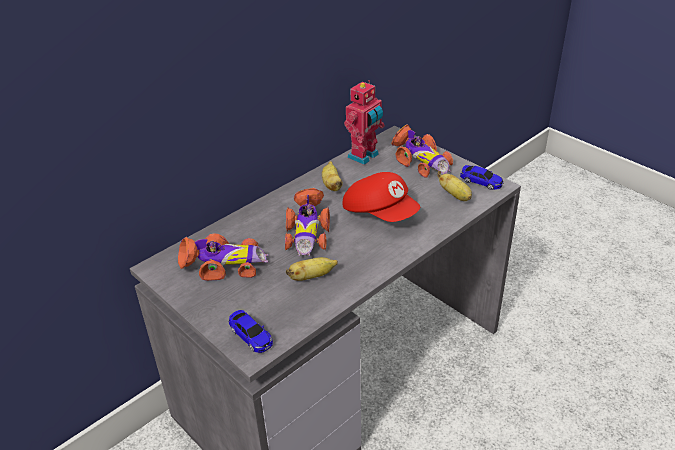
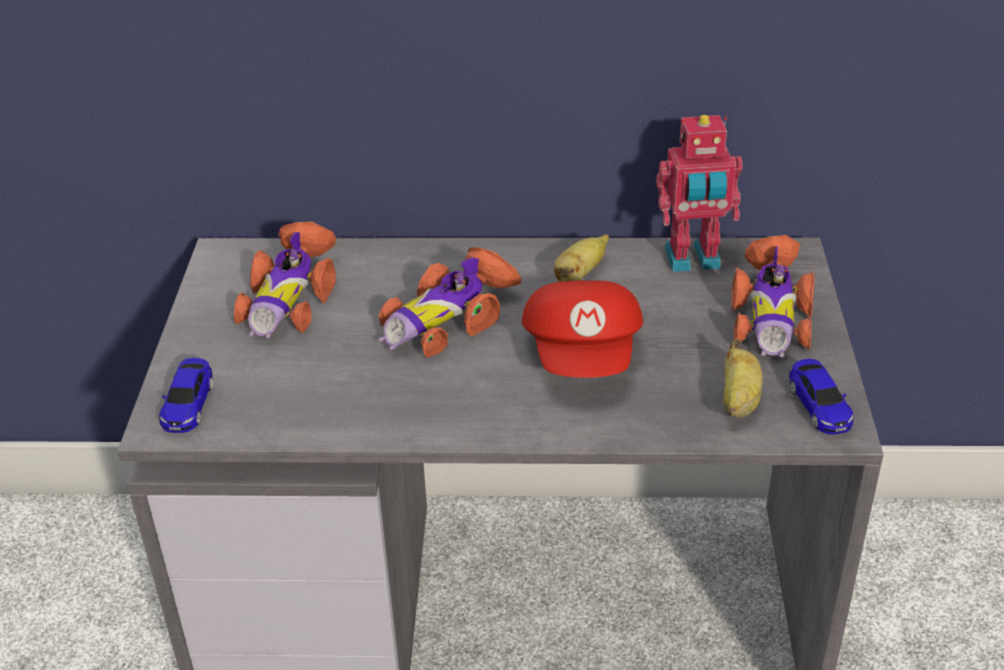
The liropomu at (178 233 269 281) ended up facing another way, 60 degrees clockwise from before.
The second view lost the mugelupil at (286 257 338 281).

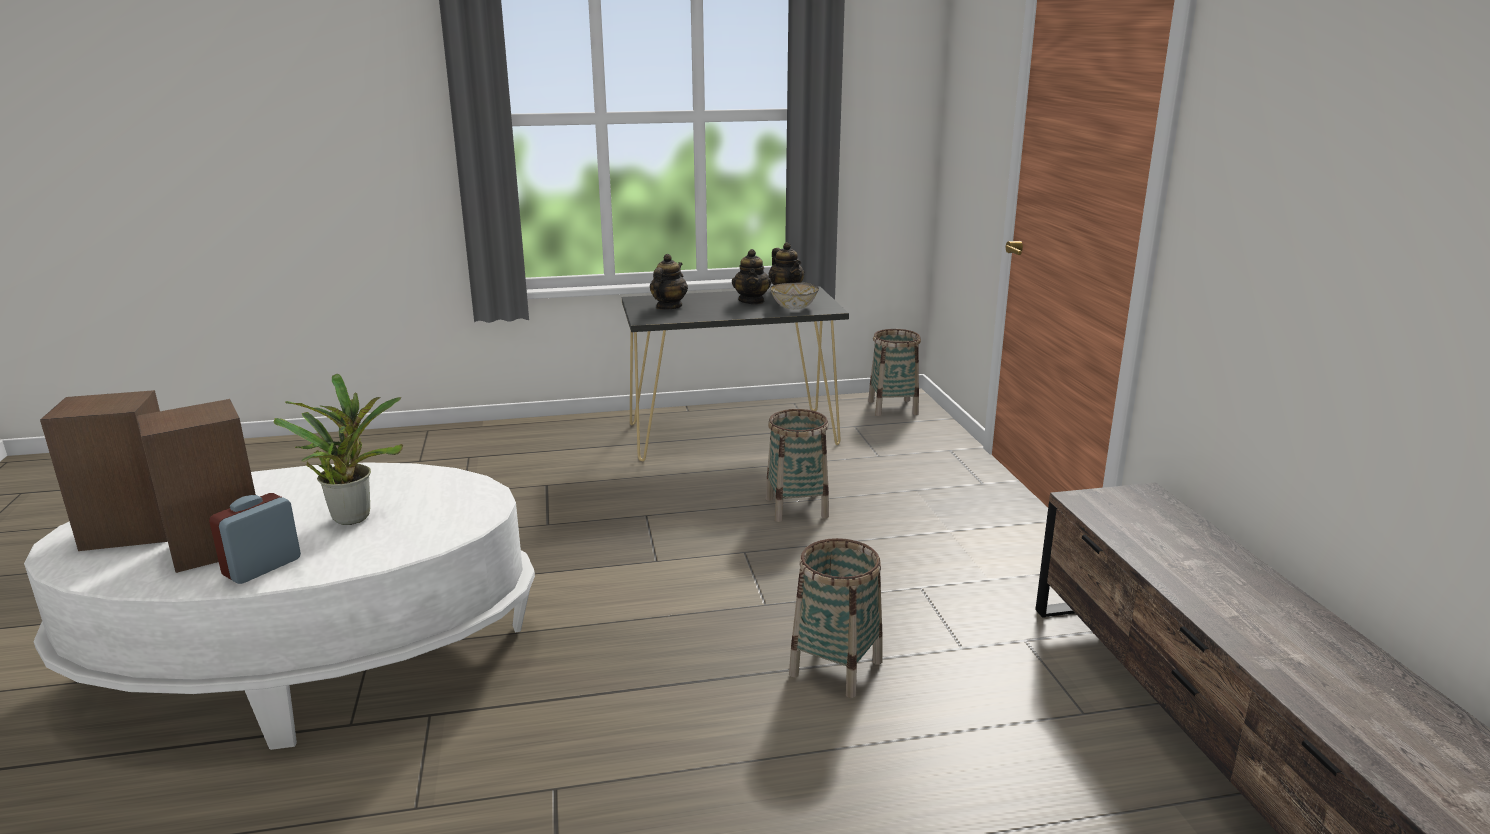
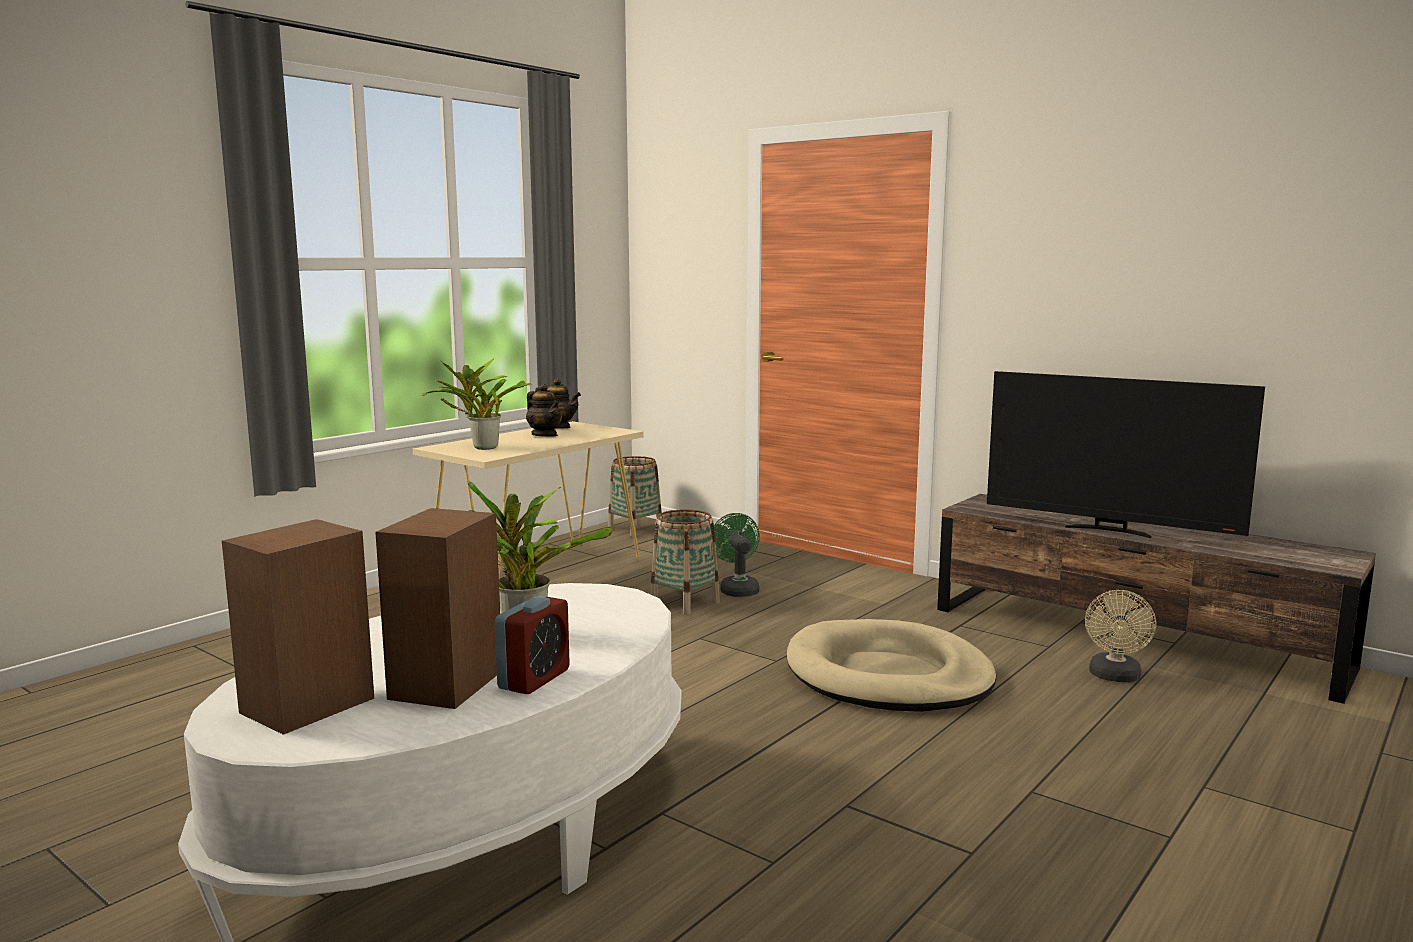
The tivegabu at (209 493 301 584) ended up facing another way, 150 degrees counterclockwise from before.
What was the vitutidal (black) at (622 286 849 461) turned into the vitutidal (beige) at (413 421 644 577).
Where the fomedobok stood at (650 254 688 310), the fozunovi came to stand at (422 359 531 450).
The second view lost the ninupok at (770 283 819 309).
Where the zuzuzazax stood at (789 538 883 698), the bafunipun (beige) came to stand at (787 619 997 712).
The second view gained the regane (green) at (714 513 760 597).
The second view gained the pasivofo at (987 371 1265 538).
The second view gained the regane (beige) at (1085 590 1156 682).

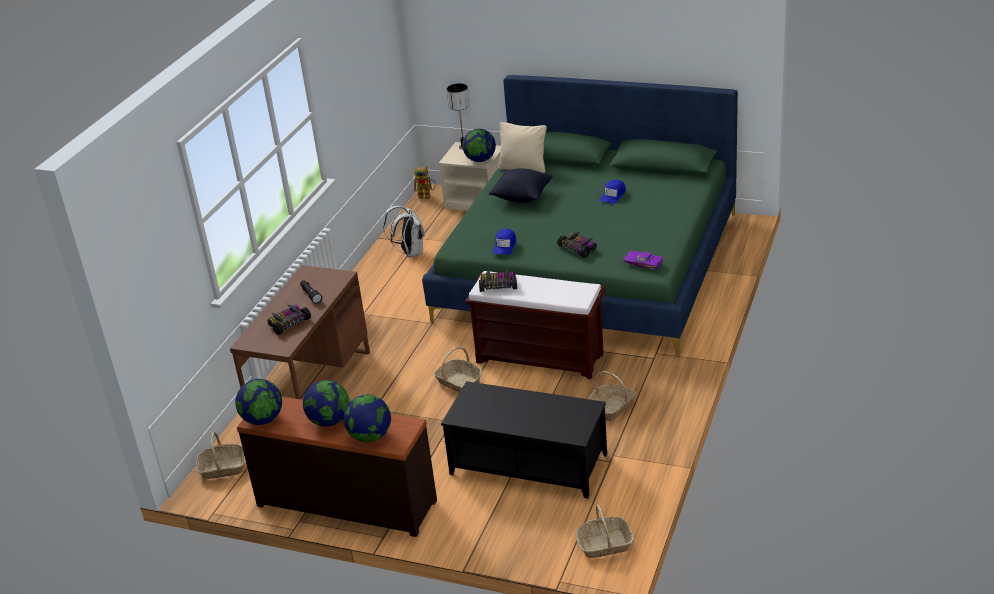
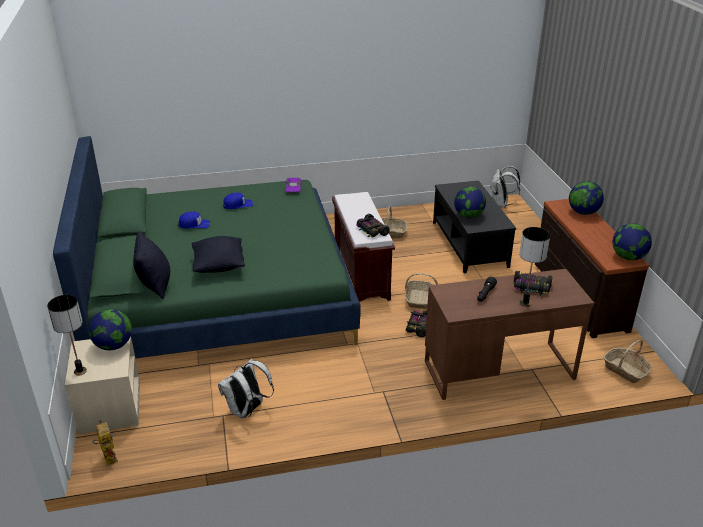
The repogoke ended up elsewhere, having gone from (303 380 350 427) to (454 186 486 218).
The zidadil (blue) ended up elsewhere, having gone from (493 229 516 255) to (223 192 253 209).
What was the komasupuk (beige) at (498 122 547 173) turned into the komasupuk (black) at (133 231 170 299).
The liropomu ended up elsewhere, having gone from (557 232 597 258) to (405 311 427 337).
Where the zuzuzazax stood at (575 505 634 558), the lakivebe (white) came to stand at (491 166 520 208).
The second view gained the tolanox at (519 227 550 307).

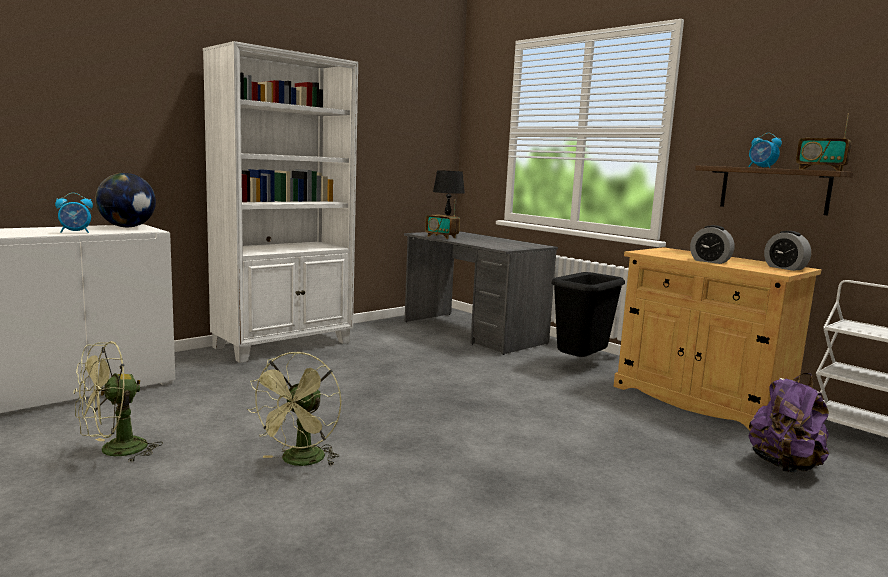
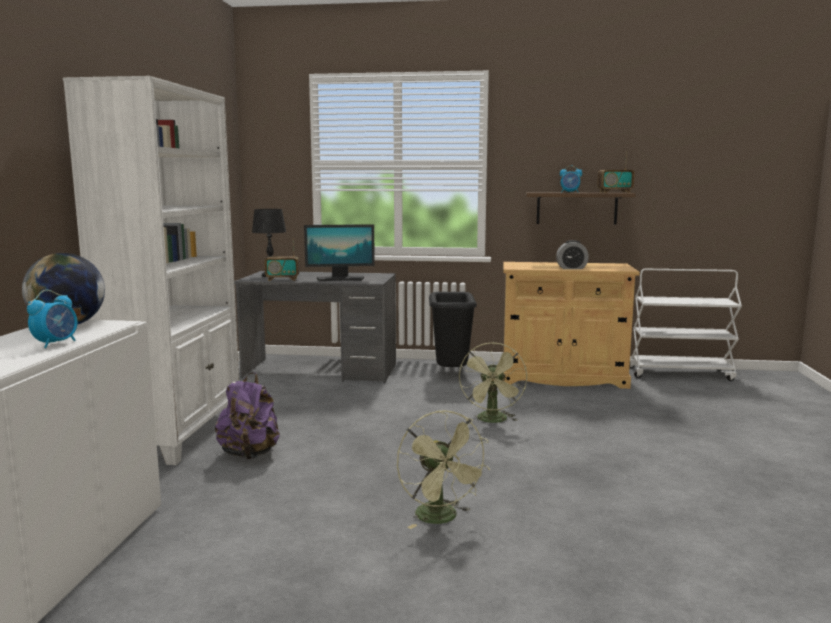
The regane (green) ended up elsewhere, having gone from (74 341 163 463) to (459 342 527 423).
The lakivebe (purple) ended up elsewhere, having gone from (748 373 829 473) to (215 372 280 460).
The second view lost the tivegabu at (764 231 811 271).
The second view gained the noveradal at (304 224 375 281).

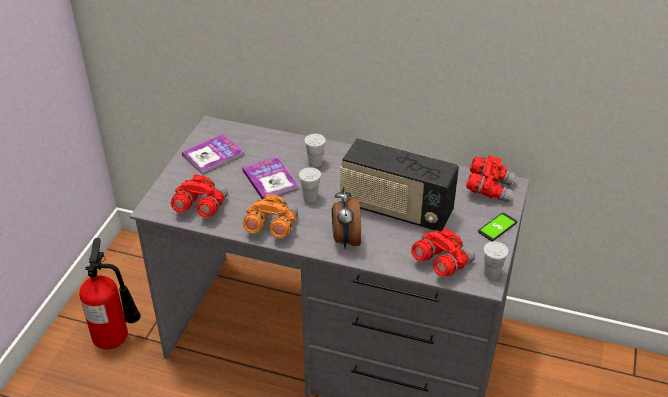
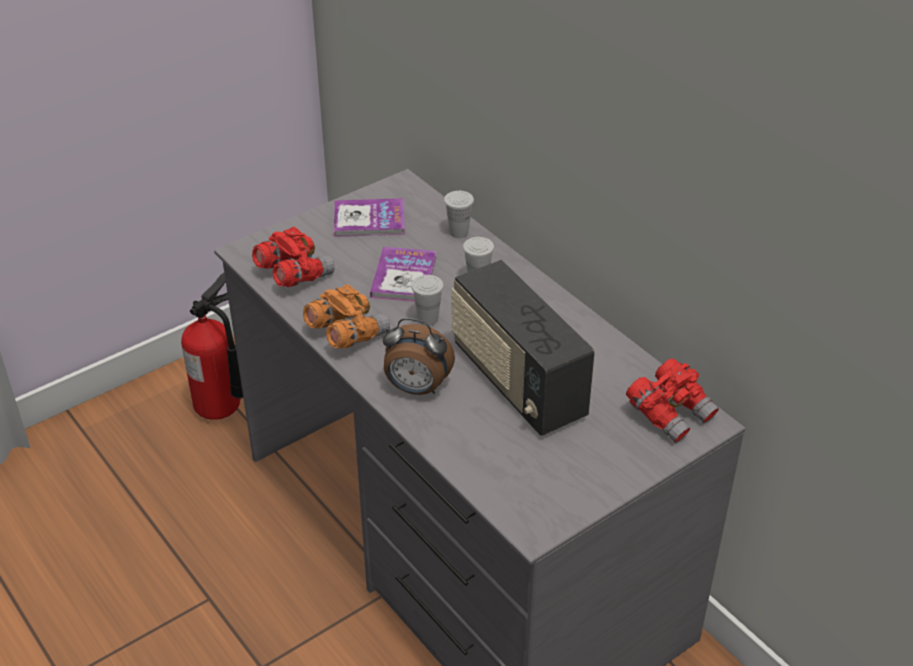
The tivegabu at (332 187 361 249) ended up facing another way, 105 degrees counterclockwise from before.
The second view lost the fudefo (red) at (411 228 475 277).
The second view lost the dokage at (478 213 517 241).
The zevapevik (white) ended up elsewhere, having gone from (483 242 509 280) to (444 191 474 238).

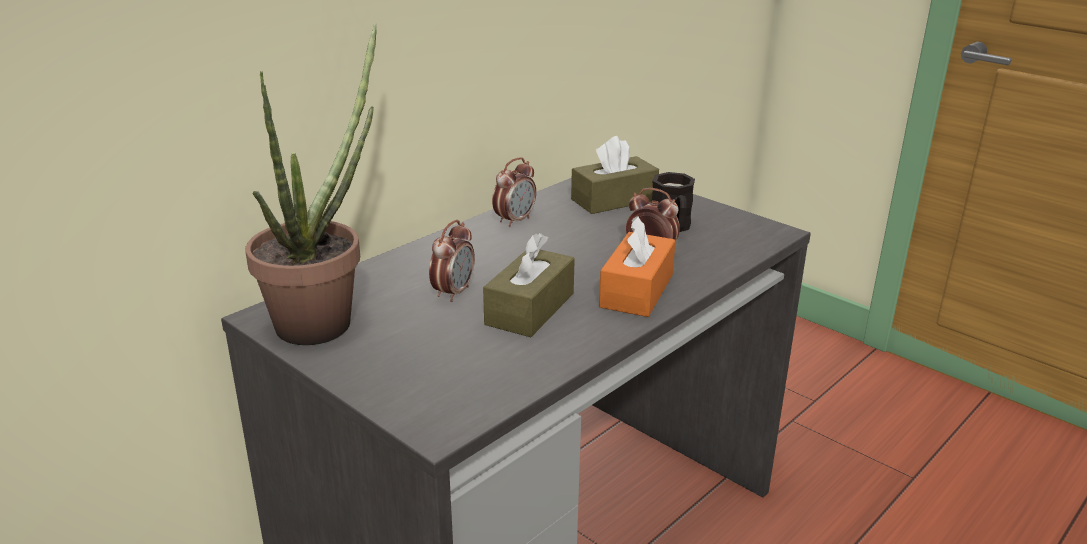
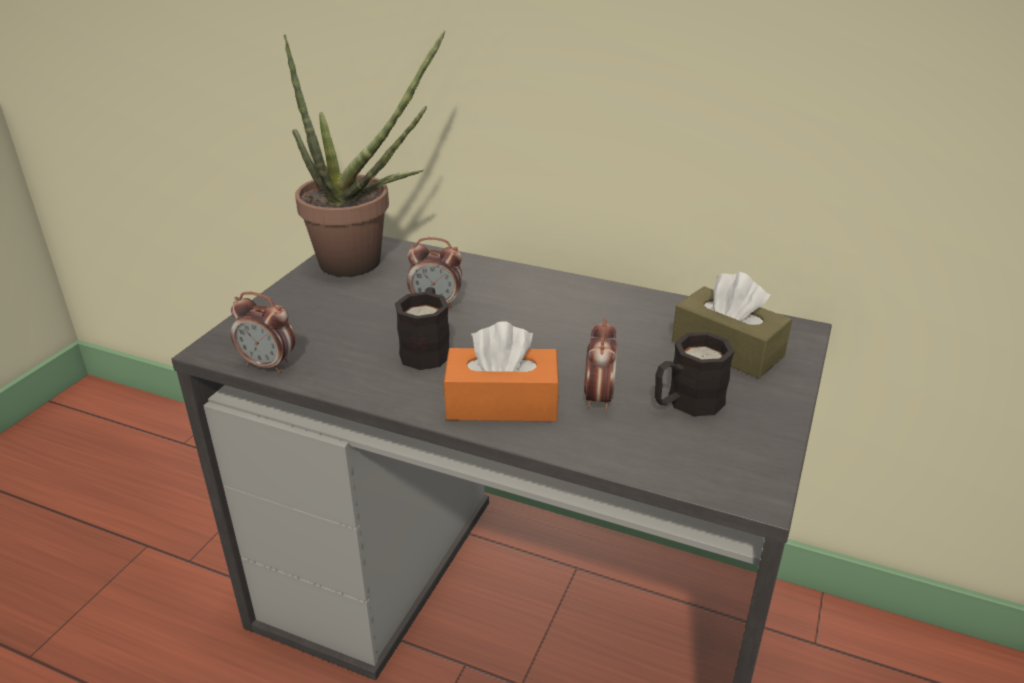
Where the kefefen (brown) stood at (483 233 575 337), the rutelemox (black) came to stand at (395 287 450 370).
The tivegabu ended up elsewhere, having gone from (492 158 536 227) to (231 292 295 373).

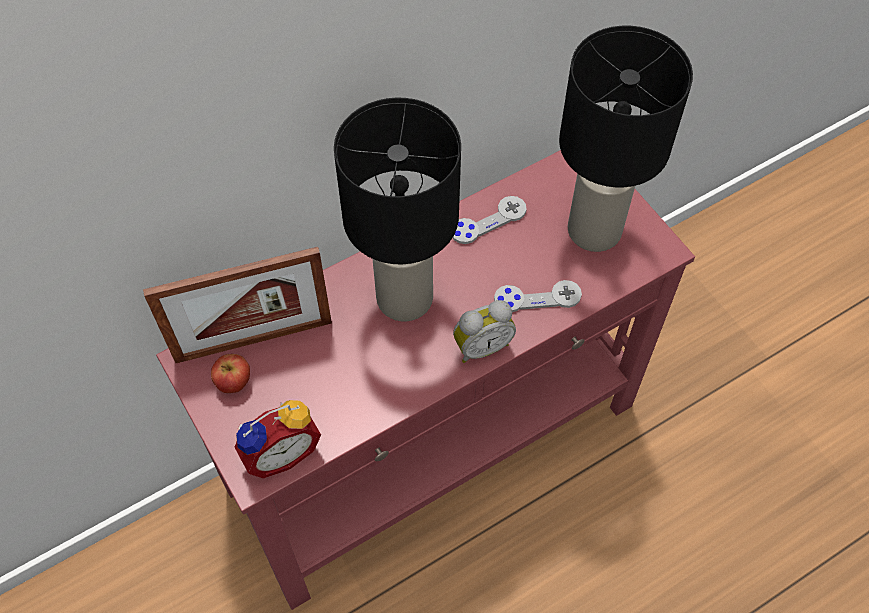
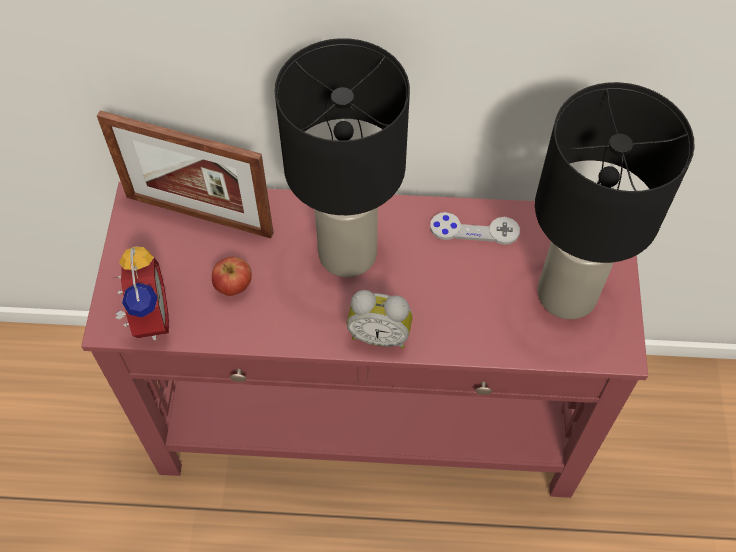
The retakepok ended up elsewhere, having gone from (211 354 250 393) to (212 257 252 296).
The tivegabu at (234 400 321 478) ended up facing another way, 105 degrees counterclockwise from before.
The second view lost the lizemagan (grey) at (494 280 582 312).

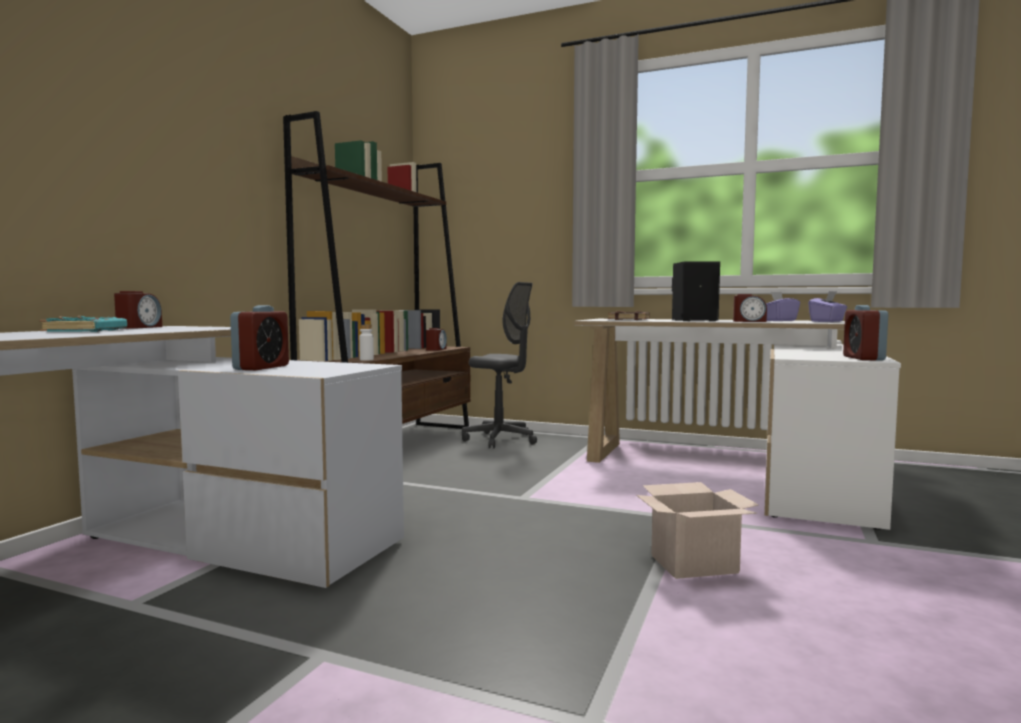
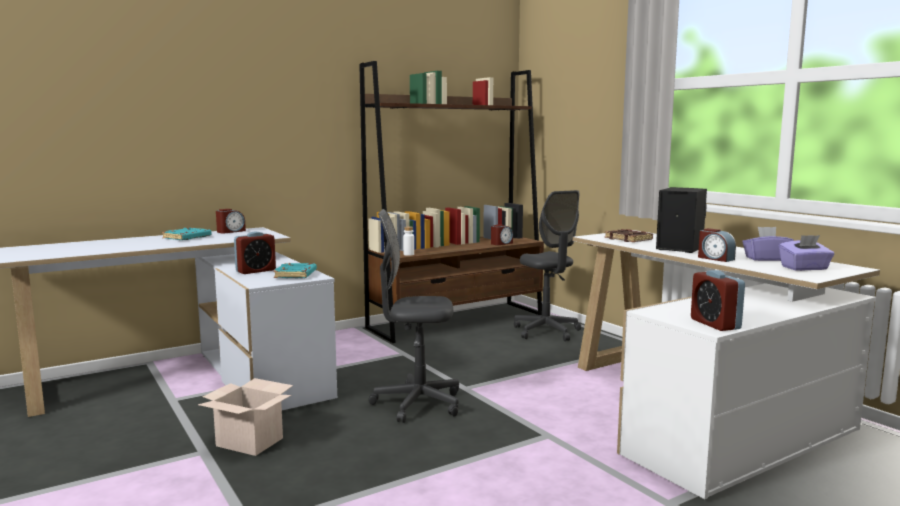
The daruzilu ended up elsewhere, having gone from (636 482 759 579) to (198 378 293 456).
The tivegabu at (843 305 888 361) ended up facing another way, 60 degrees counterclockwise from before.
The second view gained the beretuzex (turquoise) at (273 263 317 278).
The second view gained the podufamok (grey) at (369 209 459 423).

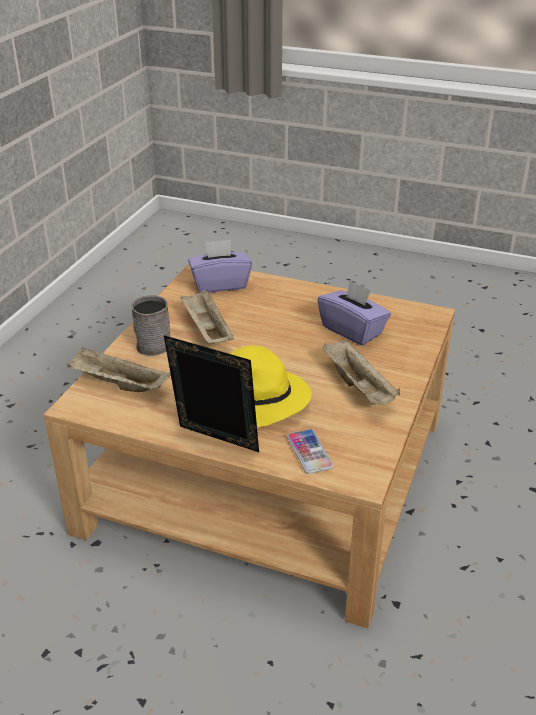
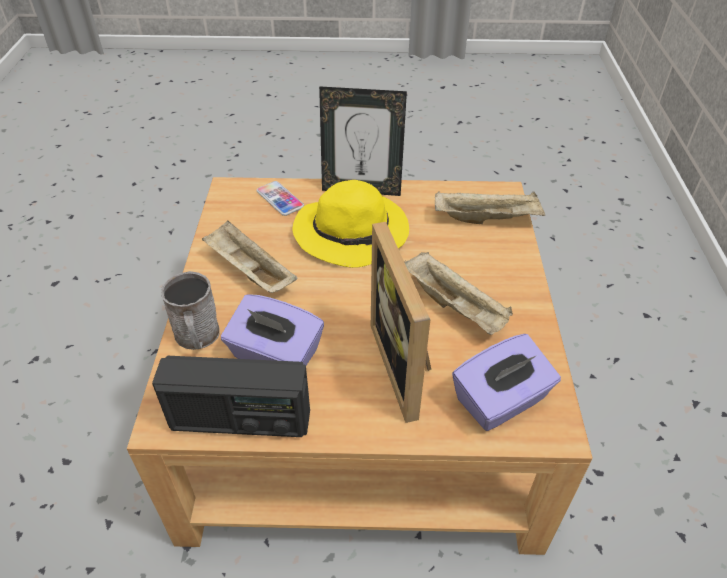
The rutelemox (grey) ended up elsewhere, having gone from (131 295 171 356) to (161 271 220 350).
The second view gained the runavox at (152 356 310 437).
The second view gained the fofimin at (371 222 431 423).

